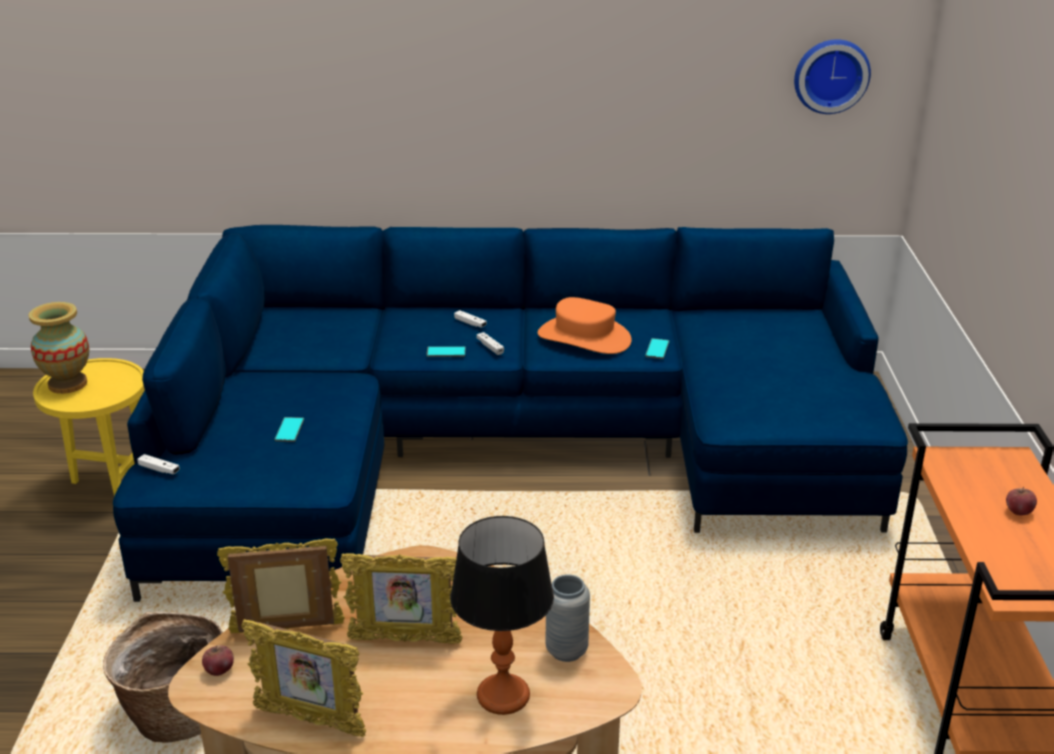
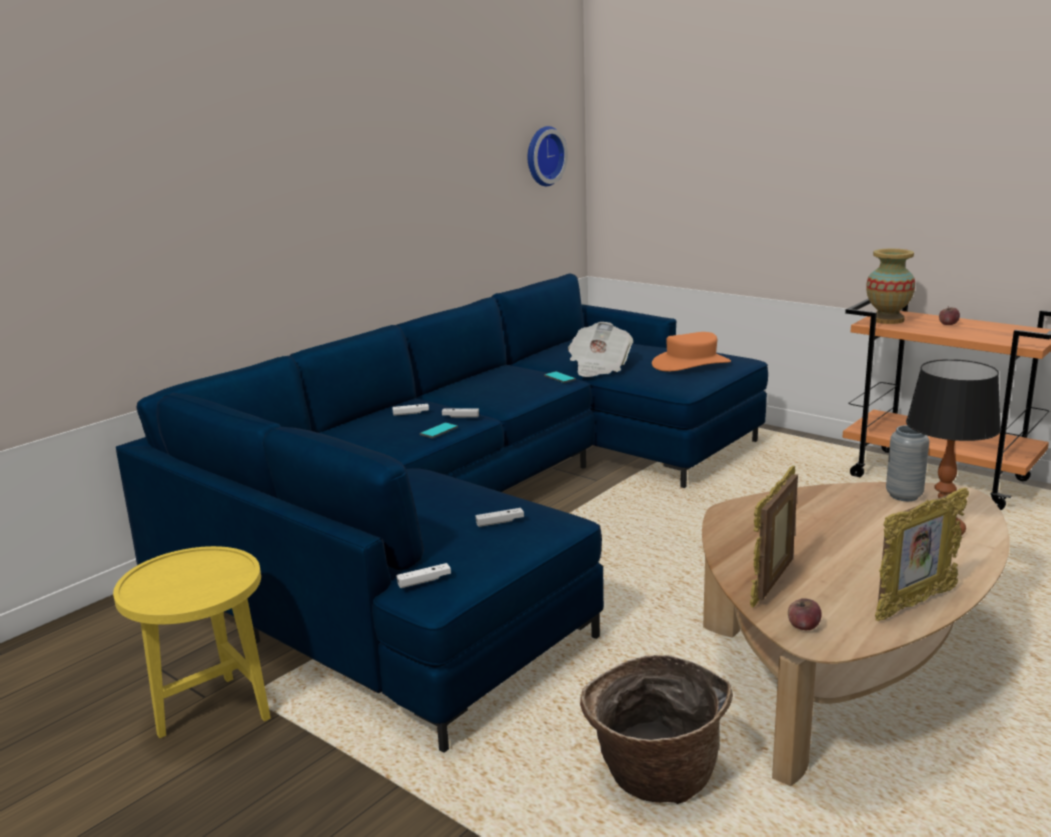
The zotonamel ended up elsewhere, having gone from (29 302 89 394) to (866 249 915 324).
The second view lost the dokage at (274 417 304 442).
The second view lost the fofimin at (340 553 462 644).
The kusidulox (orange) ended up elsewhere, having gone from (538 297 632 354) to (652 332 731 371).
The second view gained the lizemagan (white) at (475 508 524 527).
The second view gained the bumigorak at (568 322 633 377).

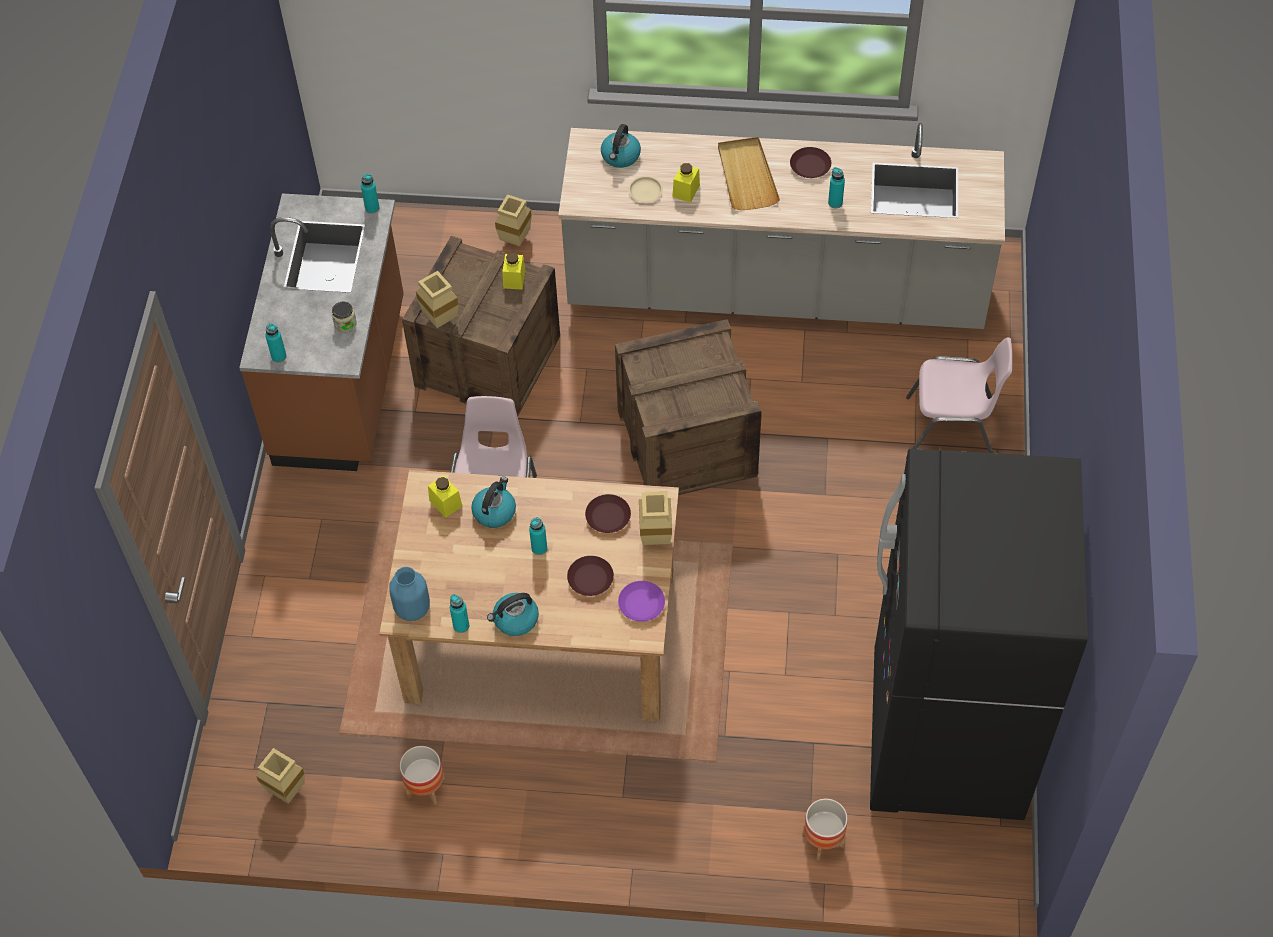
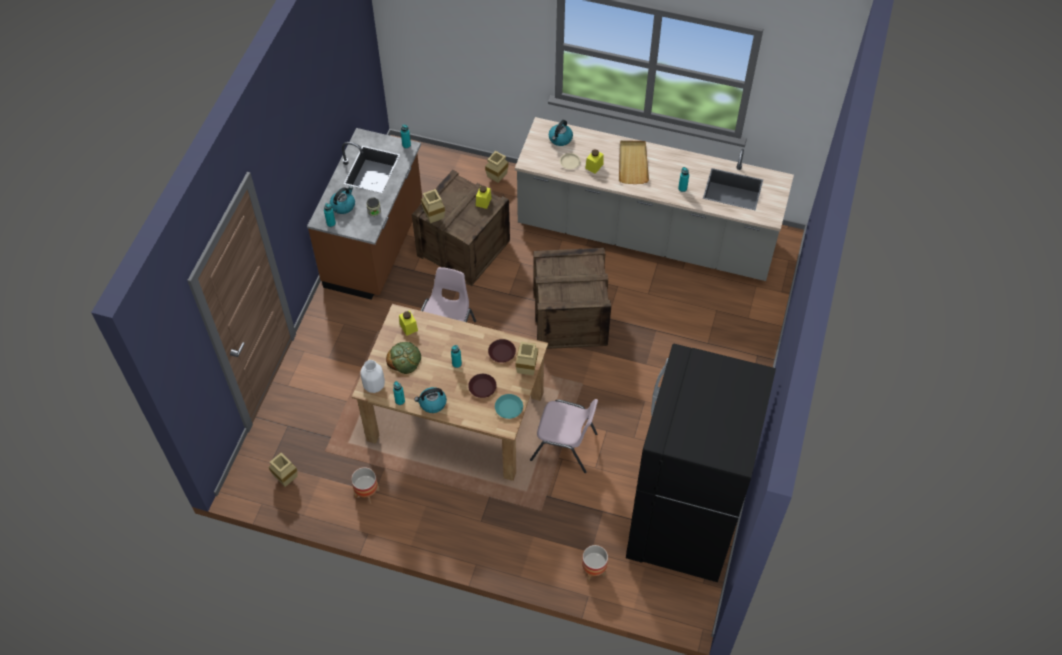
What was the zotonamel (blue) at (389 567 430 621) turned into the zotonamel (white) at (360 360 385 393).
The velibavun ended up elsewhere, having gone from (471 477 516 528) to (330 186 355 214).
What was the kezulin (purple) at (618 581 665 622) turned into the kezulin (turquoise) at (495 394 523 419).
The second view lost the kezulin (brown) at (790 147 831 178).
The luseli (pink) ended up elsewhere, having gone from (906 337 1012 458) to (530 399 598 473).
The second view gained the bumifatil at (386 342 421 374).

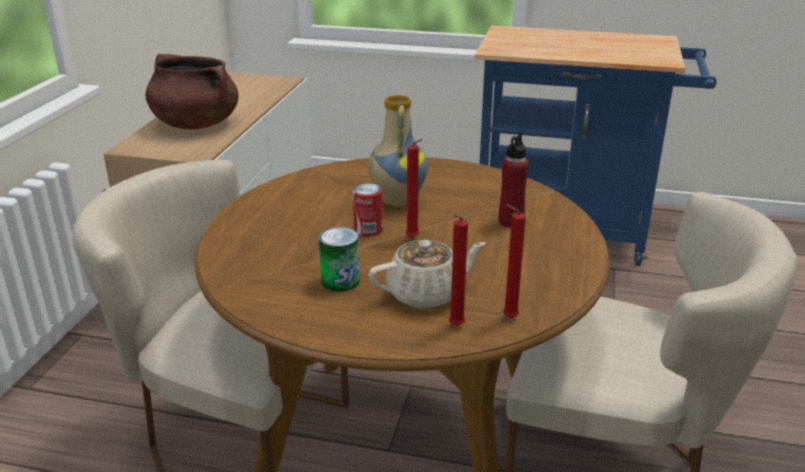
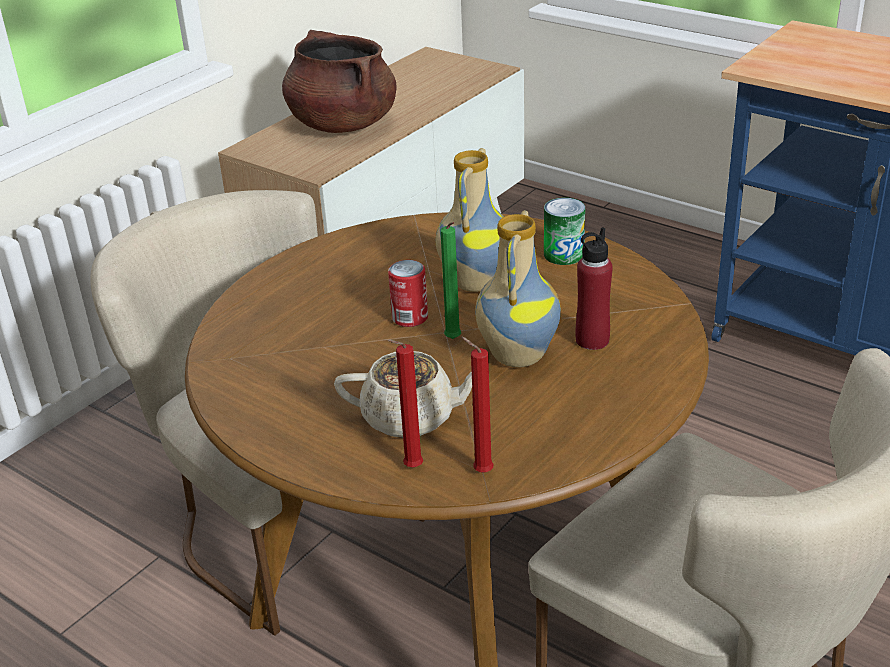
The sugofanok ended up elsewhere, having gone from (319 227 360 292) to (544 198 585 265).
What was the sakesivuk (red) at (406 139 423 238) turned into the sakesivuk (green) at (440 222 461 339).
The second view gained the zotonamel at (475 210 561 367).

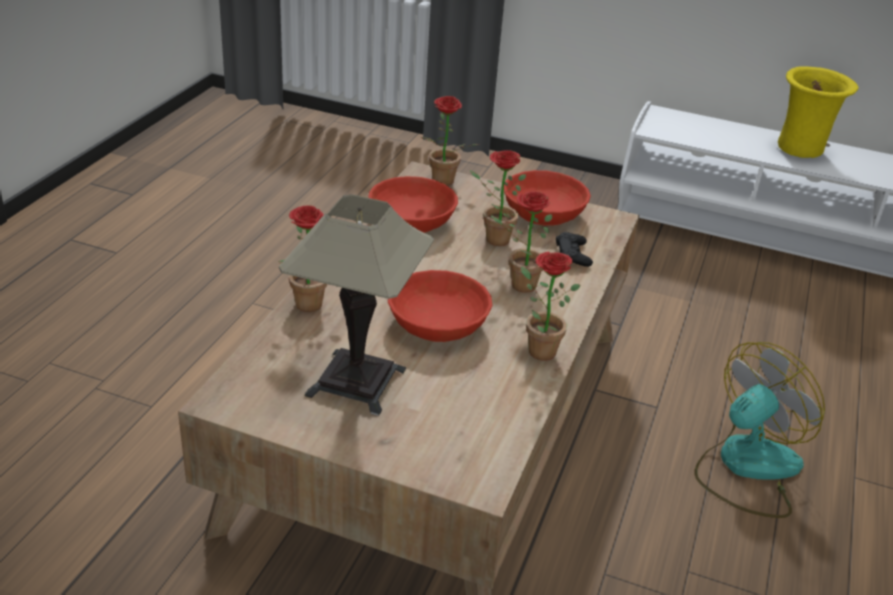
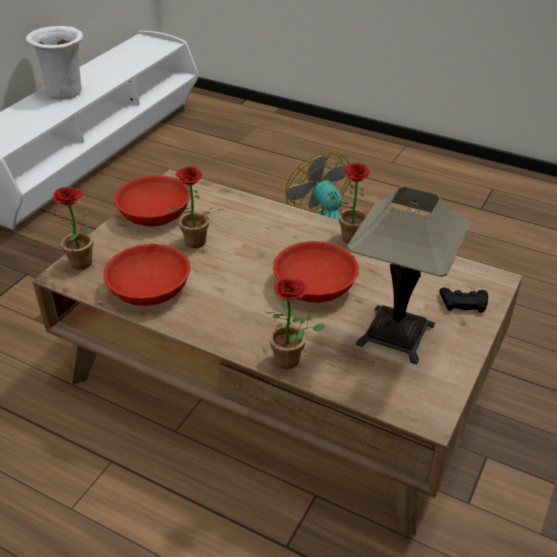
The second view lost the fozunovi at (490 191 552 293).
The lizemagan (black) ended up elsewhere, having gone from (556 232 593 267) to (440 288 488 313).
What was the zotonamel (yellow) at (778 66 858 158) turned into the zotonamel (white) at (26 26 83 100).

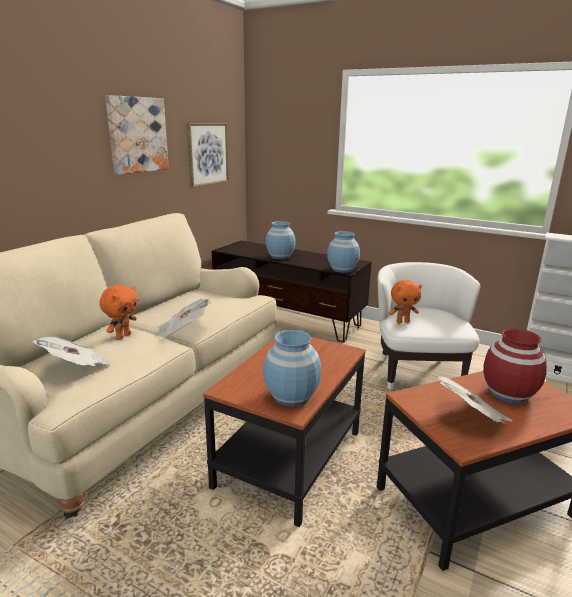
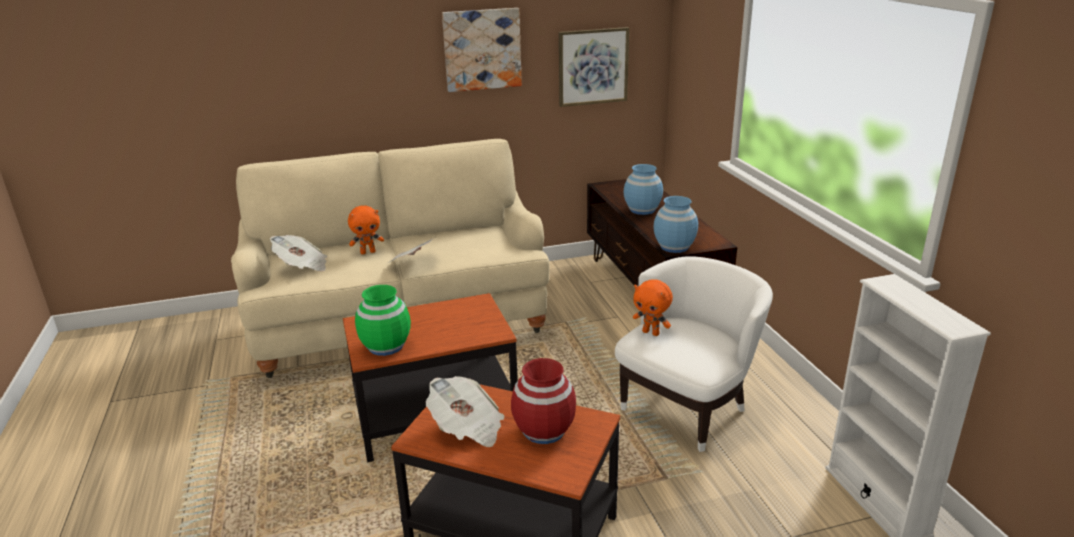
What was the zotonamel (blue) at (263 330 321 406) turned into the zotonamel (green) at (355 285 411 356).

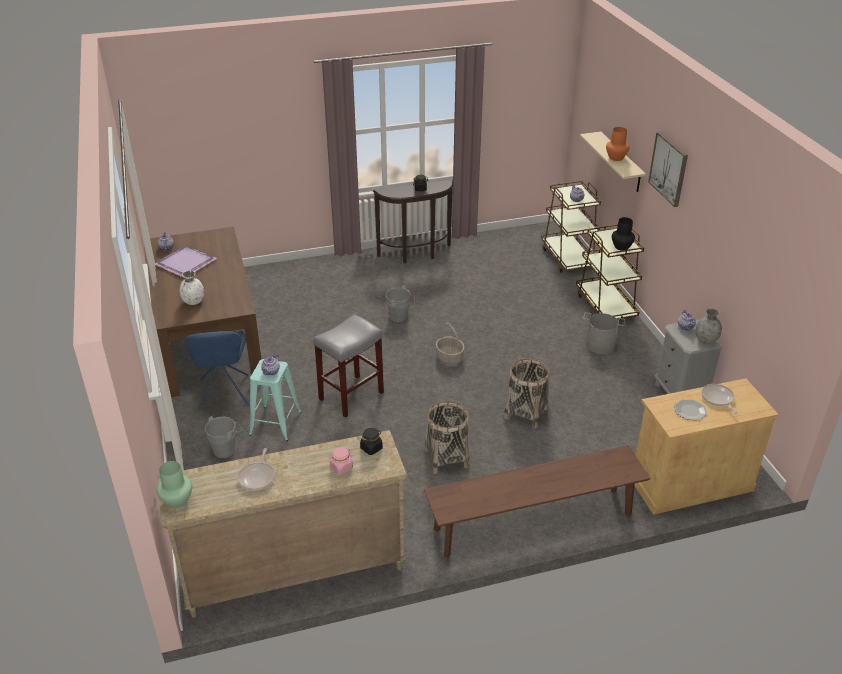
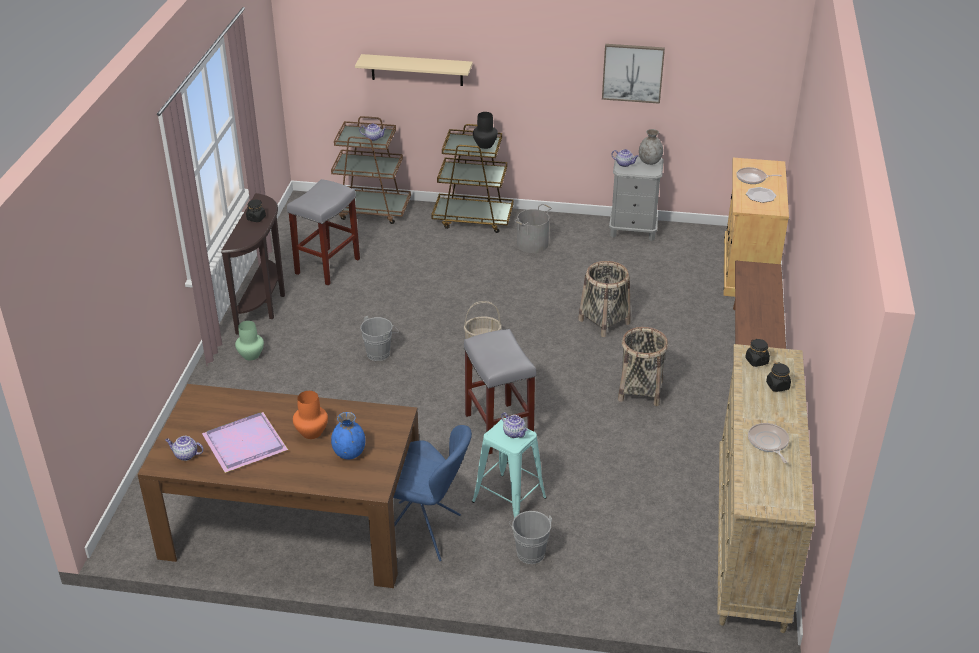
The zotonamel (green) ended up elsewhere, having gone from (157 461 192 508) to (235 321 264 360).
What was the zotonamel (white) at (179 271 204 305) turned into the zotonamel (blue) at (331 412 365 459).
The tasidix at (237 448 275 490) ended up facing another way, 135 degrees counterclockwise from before.
What was the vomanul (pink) at (329 447 353 475) turned into the vomanul (black) at (766 362 791 392).
The zotonamel (orange) ended up elsewhere, having gone from (606 127 629 161) to (293 391 328 439).
The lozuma ended up elsewhere, having gone from (648 132 688 207) to (602 44 665 104).
The second view gained the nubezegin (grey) at (287 179 360 286).

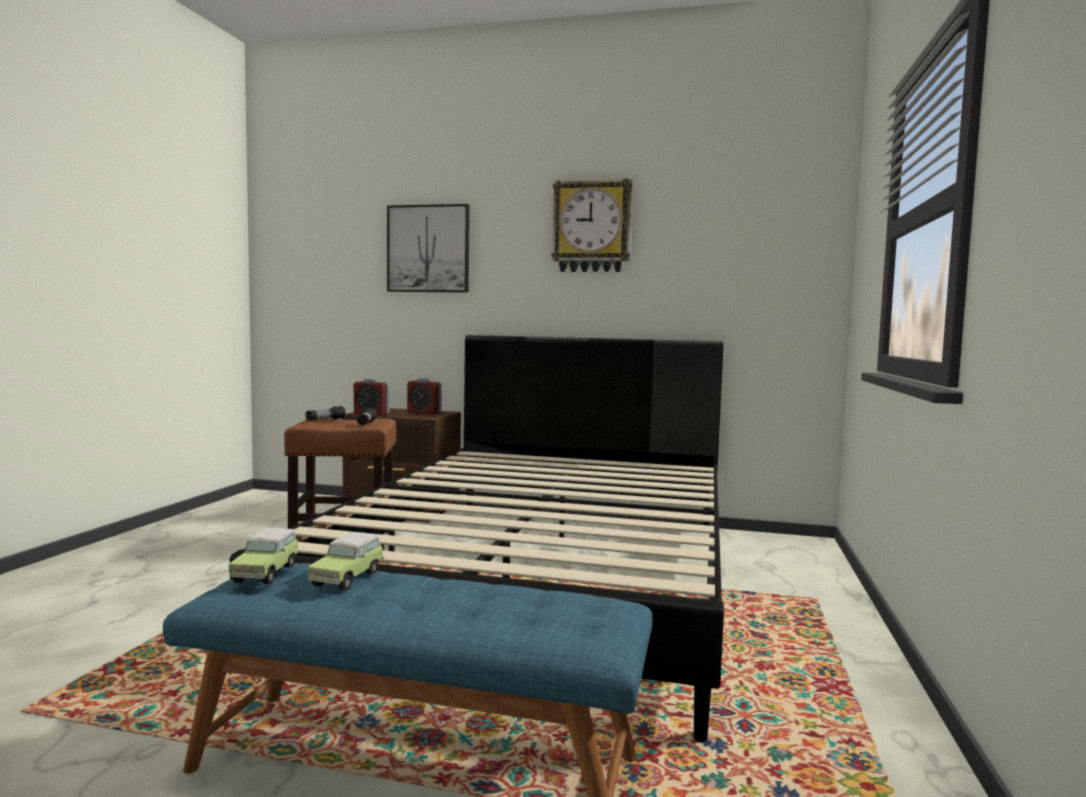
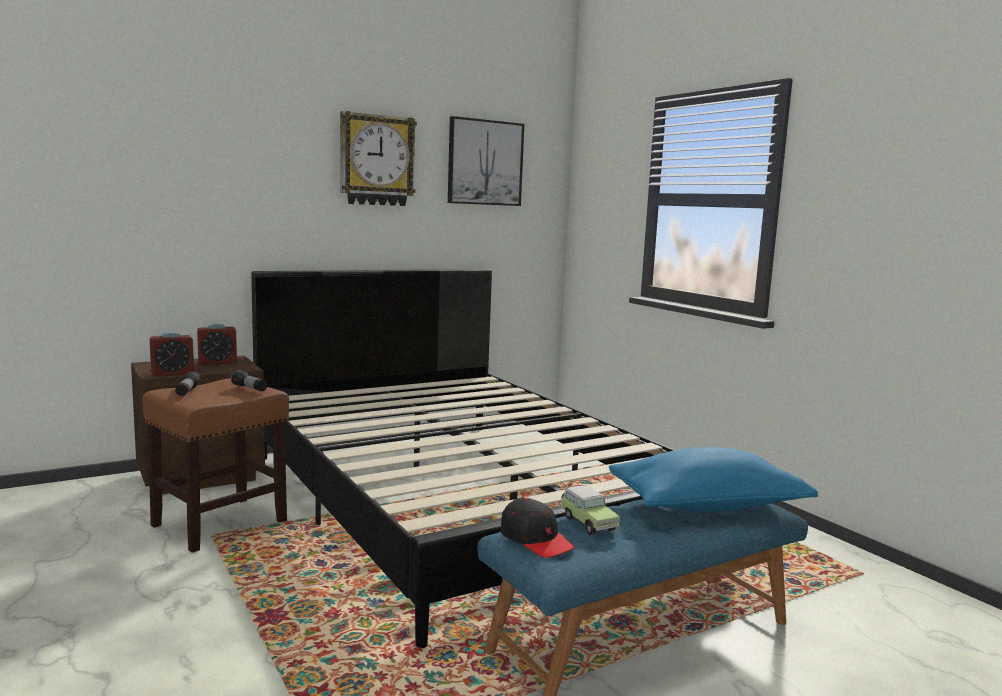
Where the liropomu stood at (229 528 299 584), the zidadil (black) came to stand at (500 498 575 558).
The lozuma ended up elsewhere, having gone from (387 204 470 293) to (448 116 524 206).
The second view gained the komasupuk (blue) at (609 447 818 512).

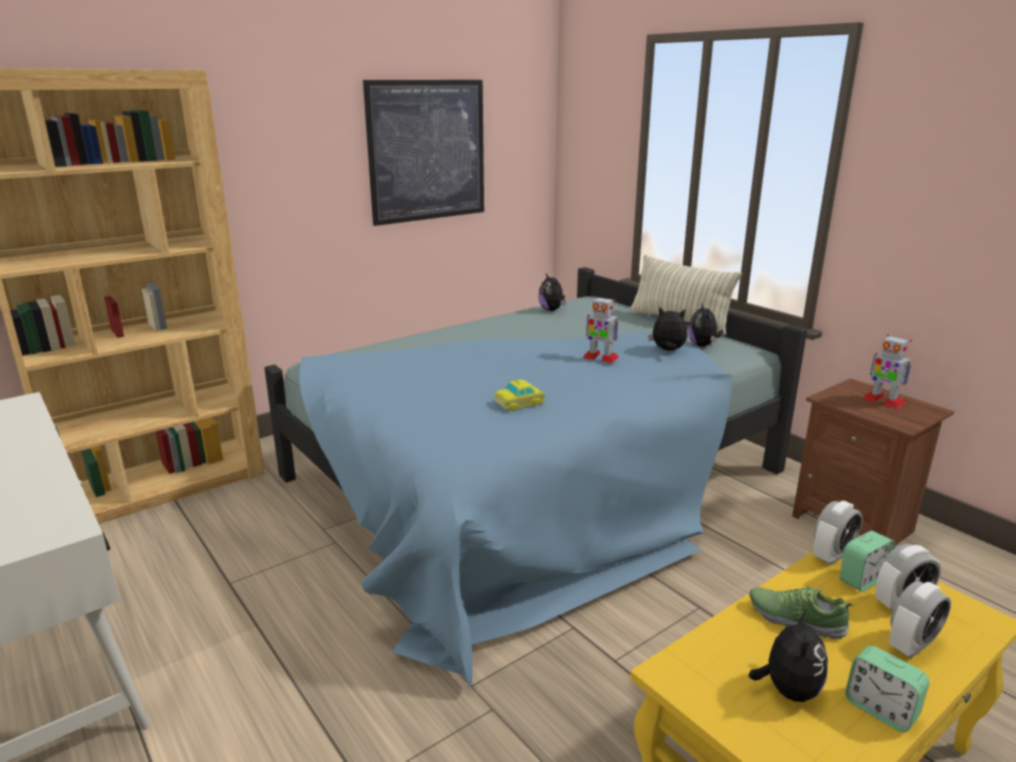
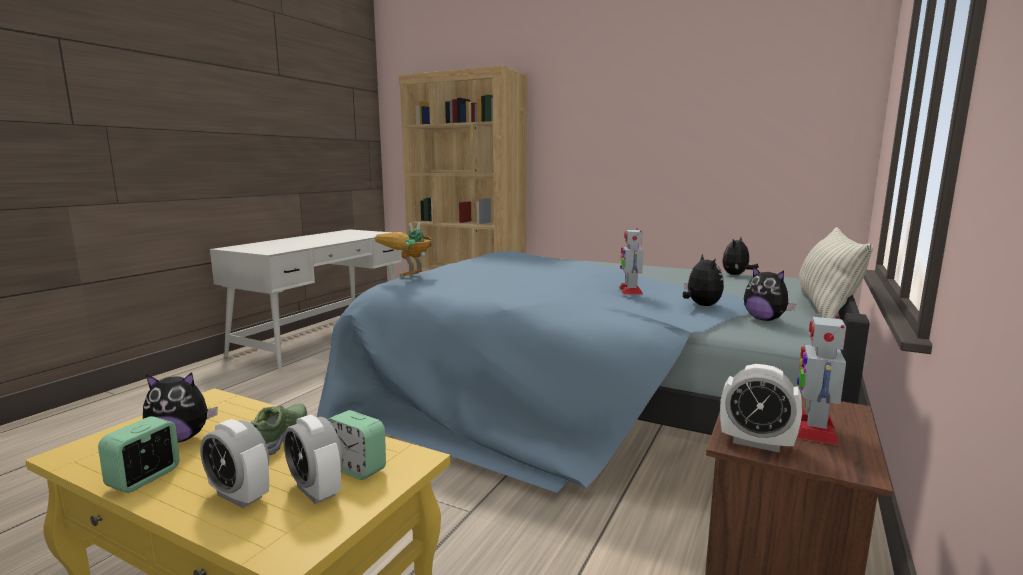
The second view lost the lozuma at (363 80 484 226).
The second view lost the liropomu at (494 380 546 411).
The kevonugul at (688 302 723 347) ended up facing another way, 105 degrees counterclockwise from before.
The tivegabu ended up elsewhere, having gone from (813 501 863 565) to (720 364 802 453).
The second view gained the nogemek at (375 222 433 277).

